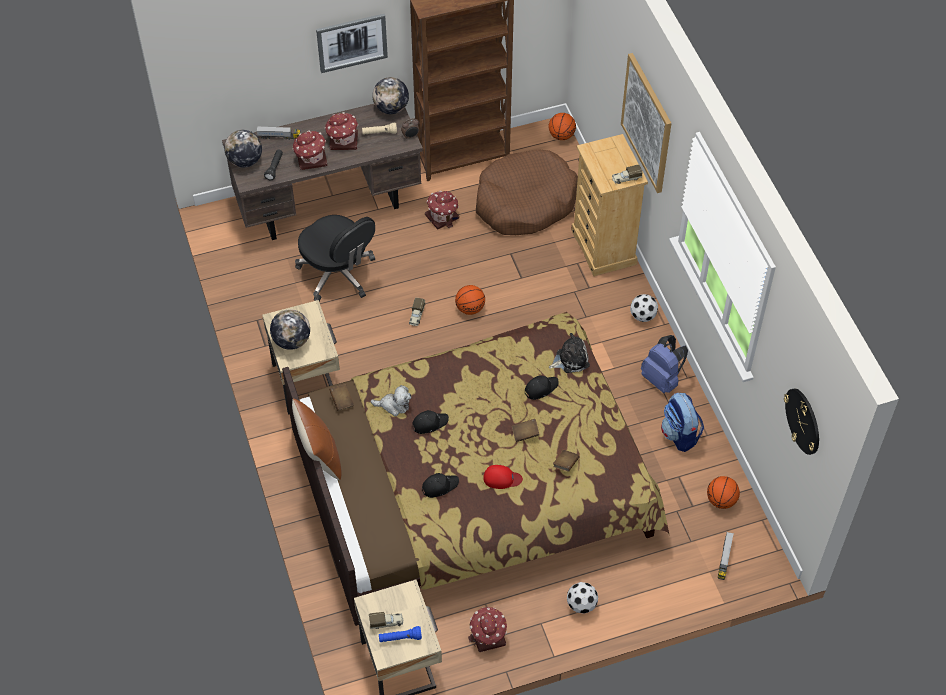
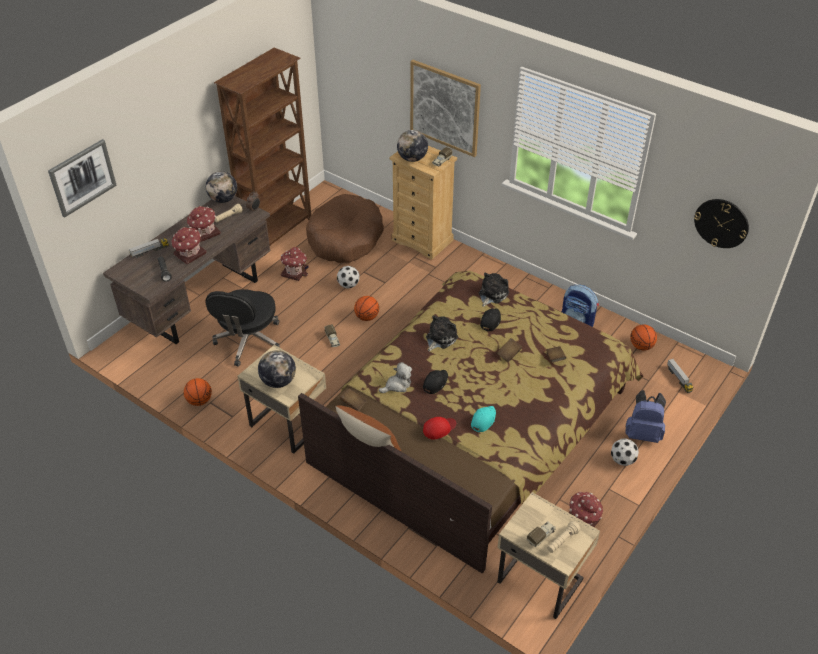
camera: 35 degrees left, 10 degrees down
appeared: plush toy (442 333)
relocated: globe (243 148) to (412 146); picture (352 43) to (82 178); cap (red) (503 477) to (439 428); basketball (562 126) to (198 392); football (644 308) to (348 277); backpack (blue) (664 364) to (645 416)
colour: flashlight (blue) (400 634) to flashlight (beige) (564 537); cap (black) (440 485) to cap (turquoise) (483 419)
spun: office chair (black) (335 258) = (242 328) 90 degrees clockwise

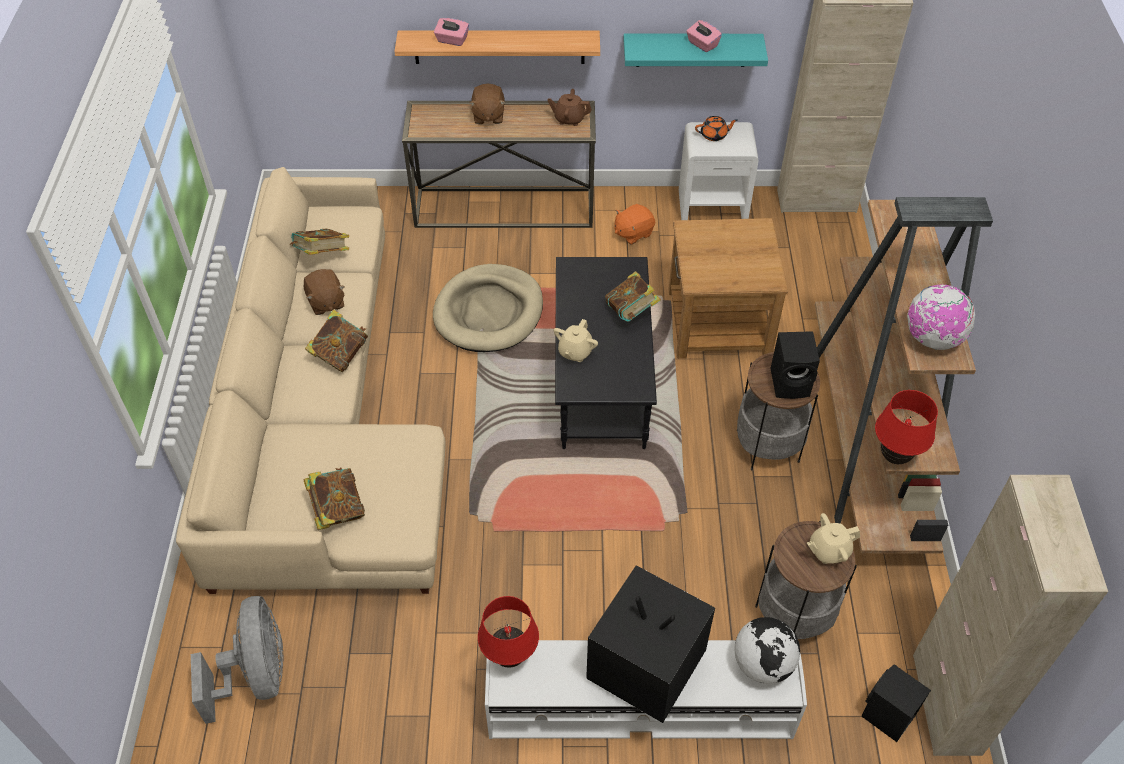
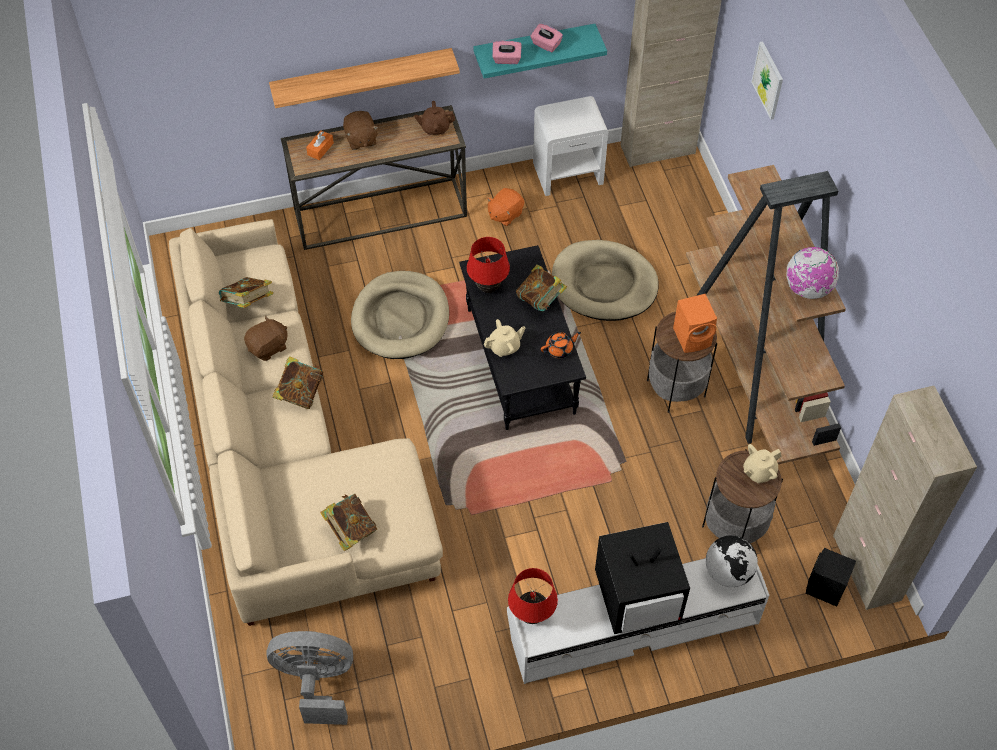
camera: 15 degrees left, 5 degrees up
appeared: tissue box (orange) (320 145); picture (767 80)
relocated: tissue box (pink) (451 32) to (507 52); teapot (orange) (716 128) to (561 345); table lamp (red) (906 427) to (488 265)
exchanged: side table (brown) (728 288) to dog bed (beige) (605 280)
colour: speaker (black) (795 365) to speaker (orange) (695 323)
spun: fan (grey) (237 660) = (310 678) 60 degrees counterclockwise; plush toy (brown) (324 292) = (266 338) 90 degrees counterclockwise; teapot (beige) (576 340) = (505 338) 120 degrees counterclockwise; television (650 644) = (642 578) 150 degrees clockwise

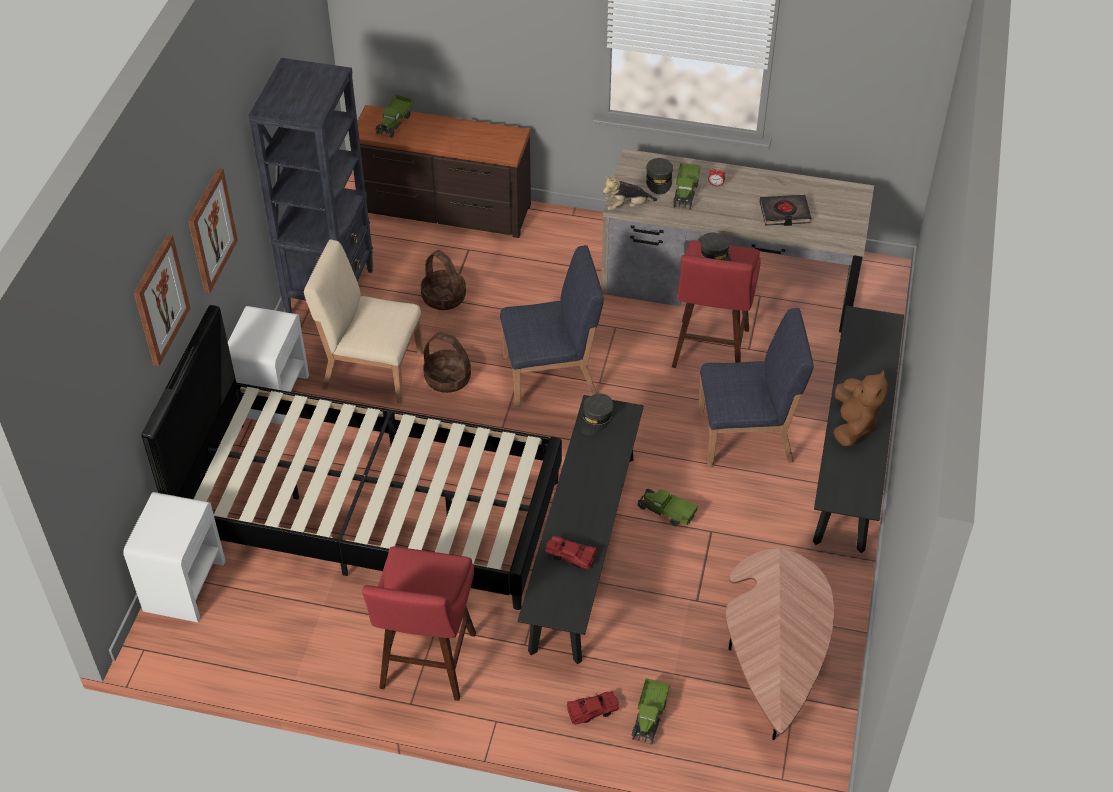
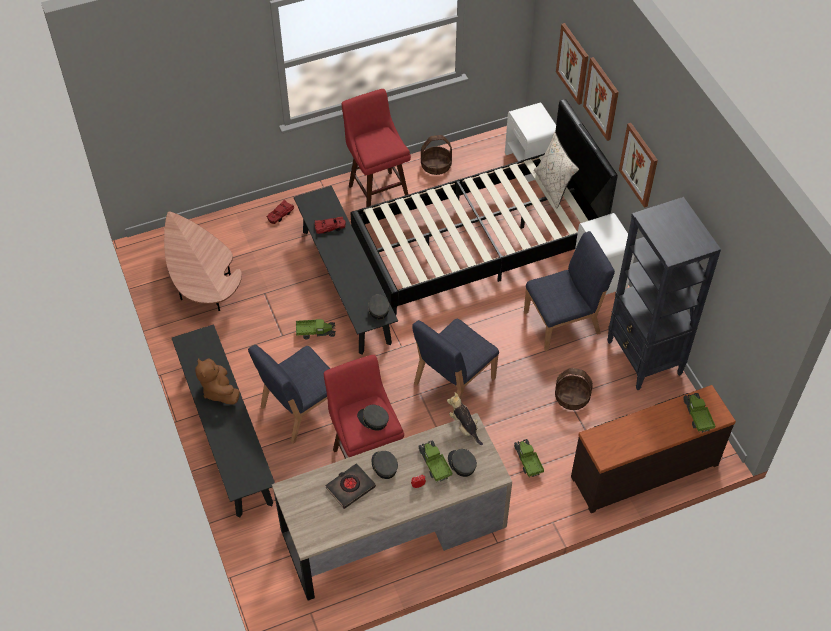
camera: 145 degrees right, 5 degrees up
appeared: cap (grey) (385 465); pillow (beige) (556 170); picture (572 64)
relocated: basket (447 362) to (436 155); toy truck (651 711) to (529 458)
colour: chair (beige) (363 321) to chair (blue) (569 291)
spun: plush toy (630 193) = (465 418) 75 degrees counterclockwise

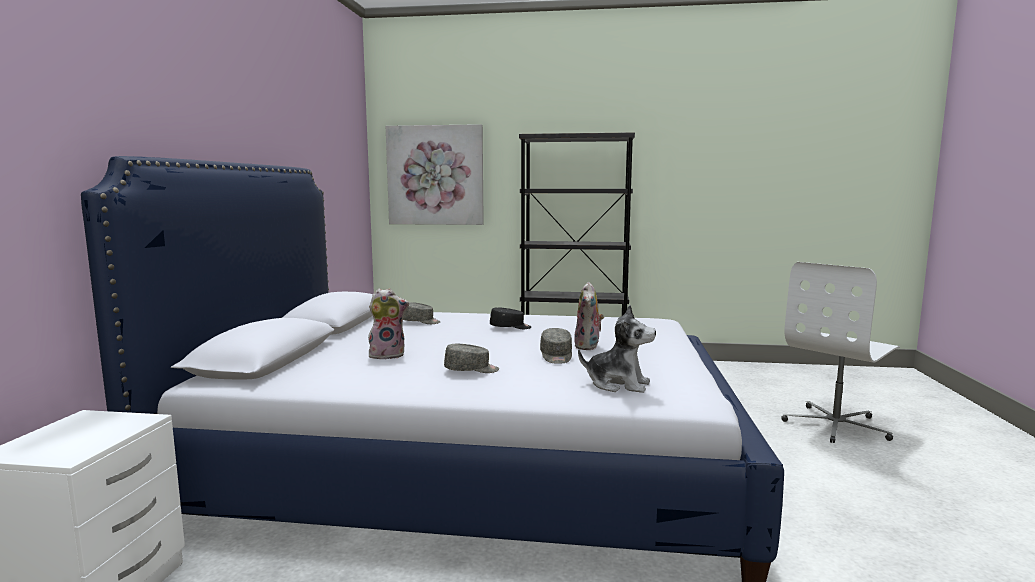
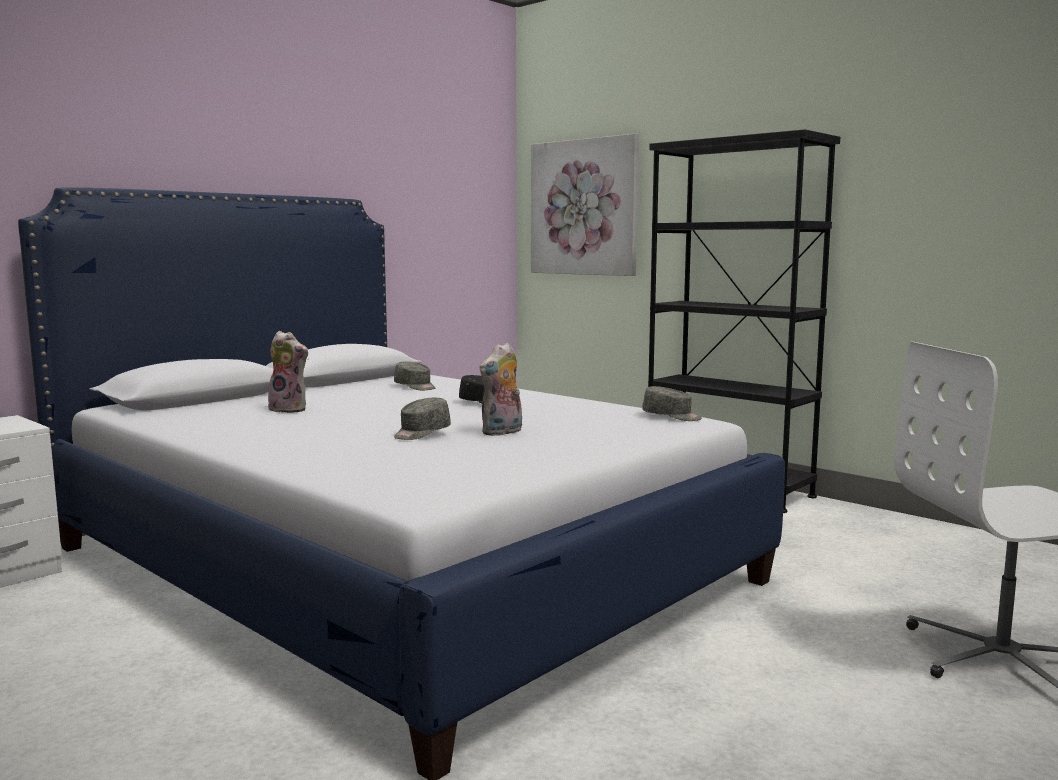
camera: 35 degrees right, 0 degrees up
missing: plush toy (617 349)
relocated: cap (grey) (471 358) to (672 403)

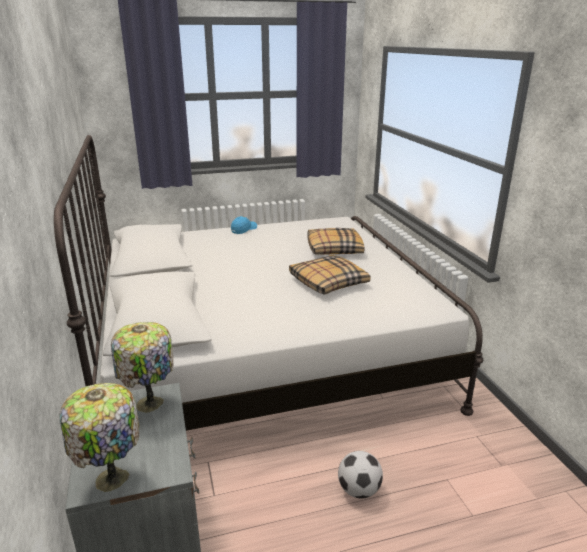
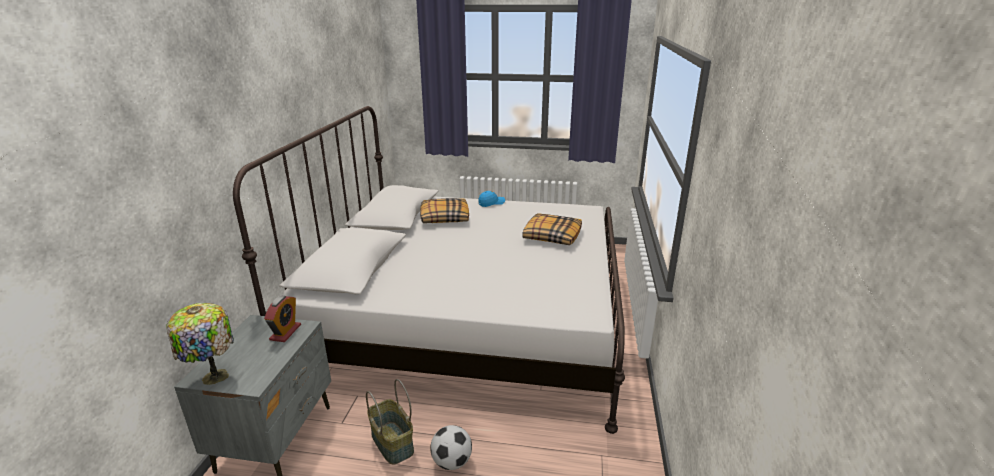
camera: 25 degrees right, 0 degrees up
appeared: basket (390 421)
relocated: pillow (330 275) to (444 210)
exchanged: table lamp (142 367) to alarm clock (282 319)

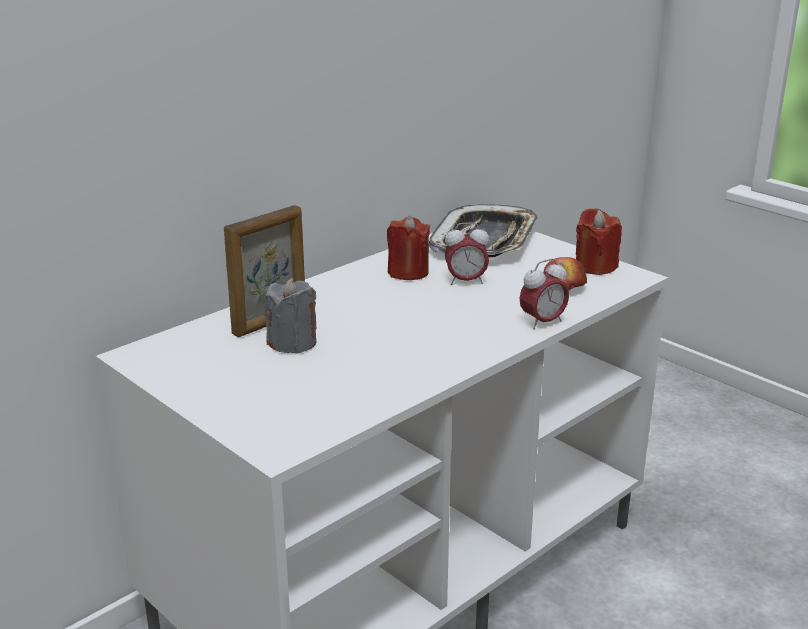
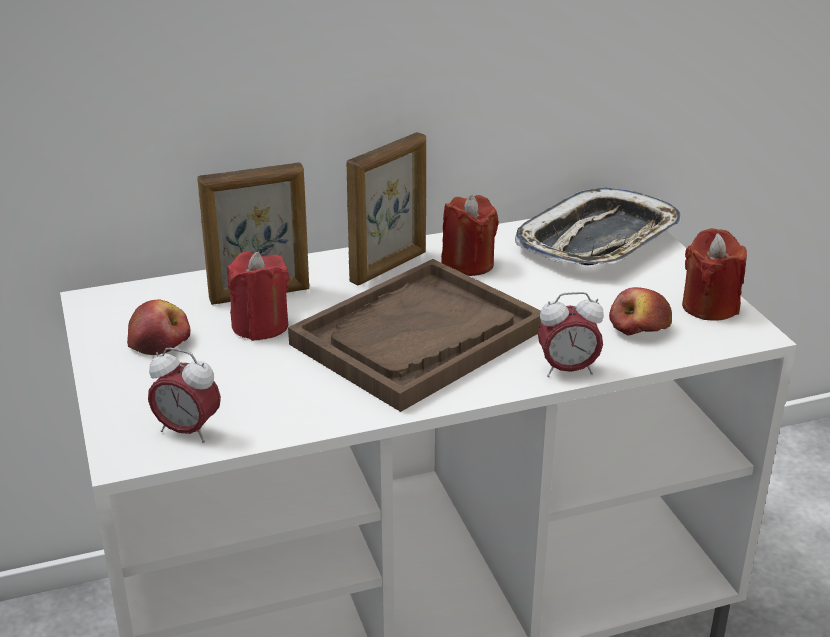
camera: 25 degrees right, 5 degrees up
appeared: apple (158 327); tray (brown) (414 335); picture frame (386 209)
relocated: alarm clock (467 254) to (184 395)
colour: candle (grey) (290 316) to candle (red) (258 296)

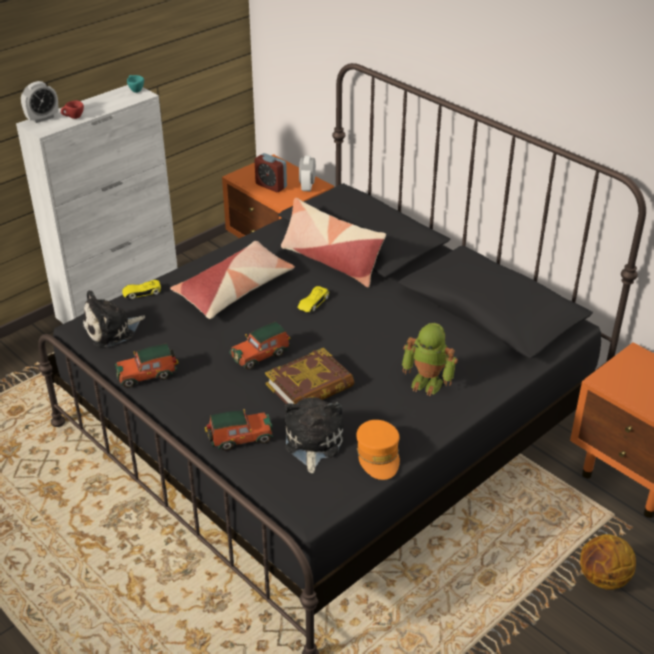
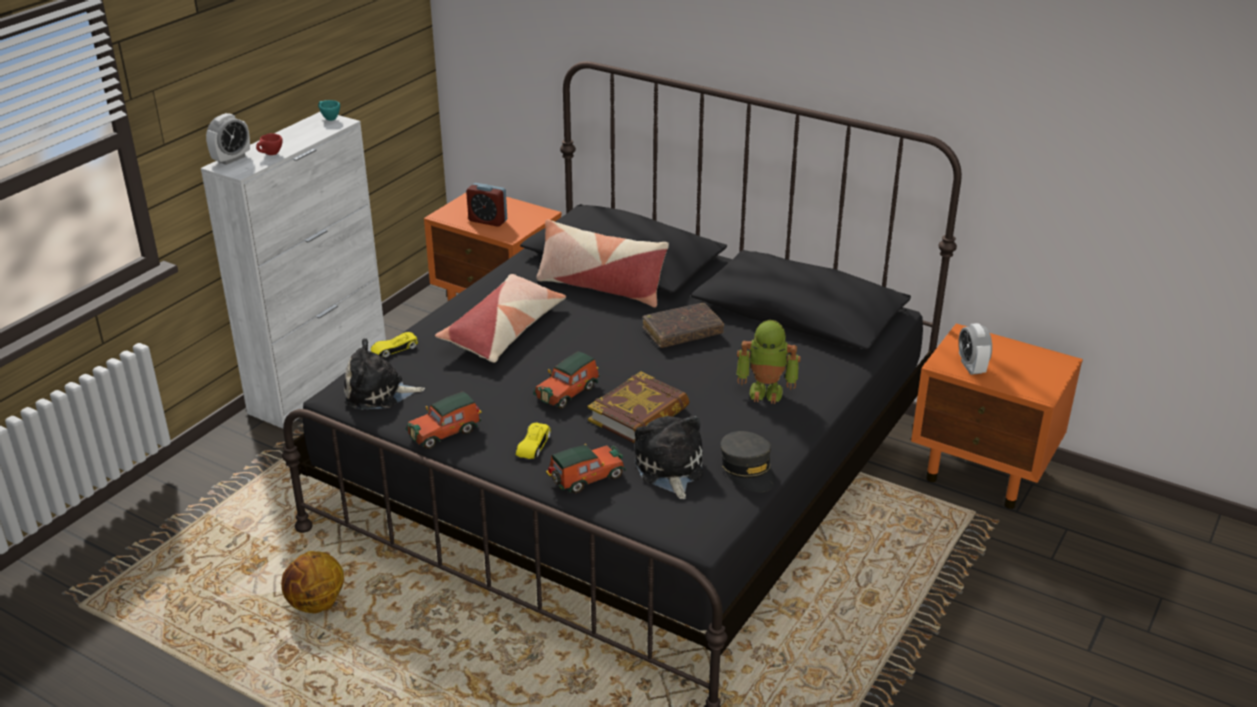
camera: 15 degrees left, 5 degrees down
appeared: book (brown) (683 325)
relocated: toy car (yellow) (313 299) to (533 441); alarm clock (307 173) to (975 349); basketball (608 562) to (312 582)
colour: cap (orange) (378 450) to cap (grey) (747 461)
spun: plush toy (113 318) = (384 374) 45 degrees clockwise

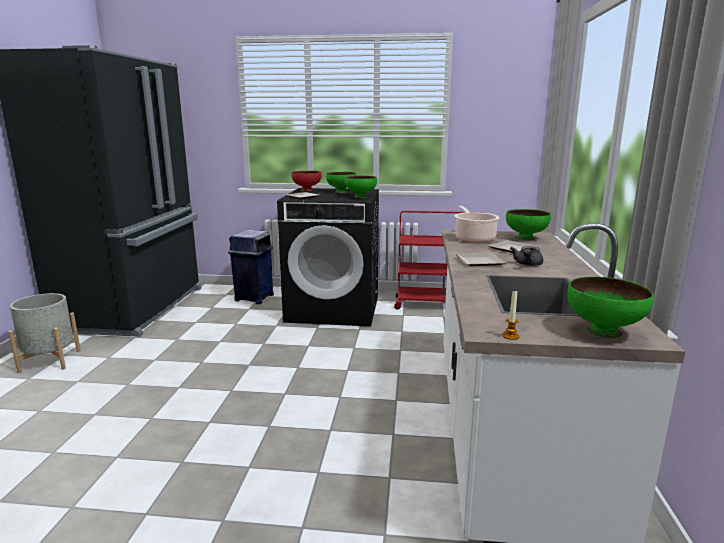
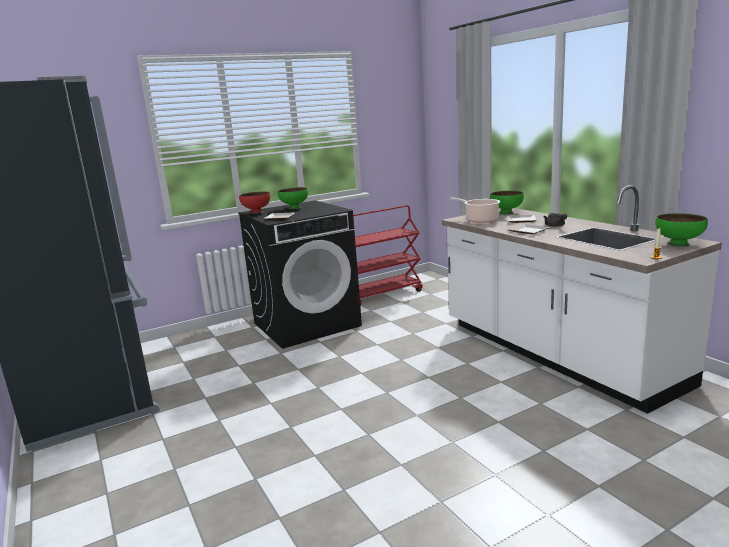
camera: 35 degrees left, 0 degrees up
missing: planter (grey) (44 333); trash can (blue) (251 267); bowl (green) (361 187)

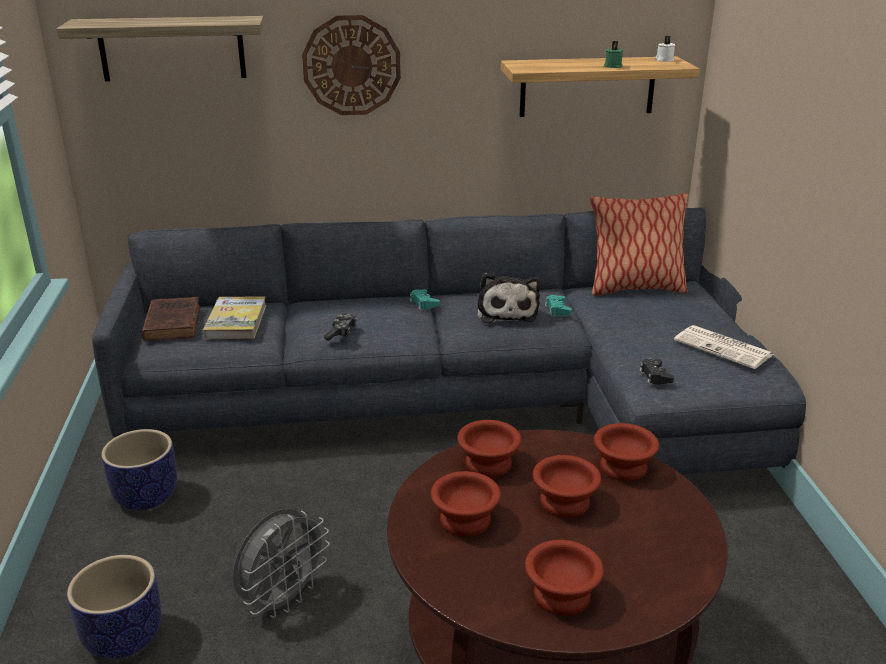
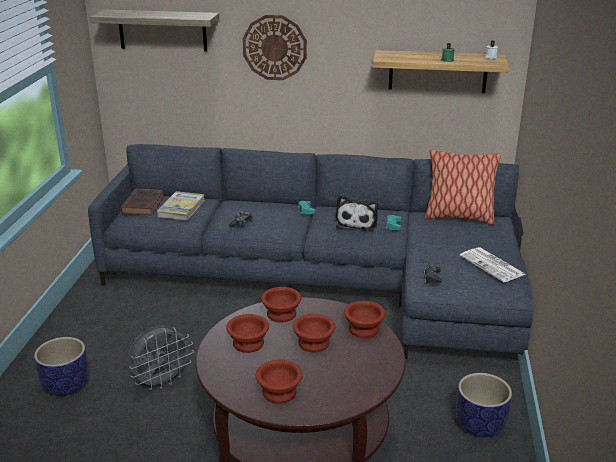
camera: 15 degrees right, 0 degrees up
relocated: planter (139 470) to (484 405)

